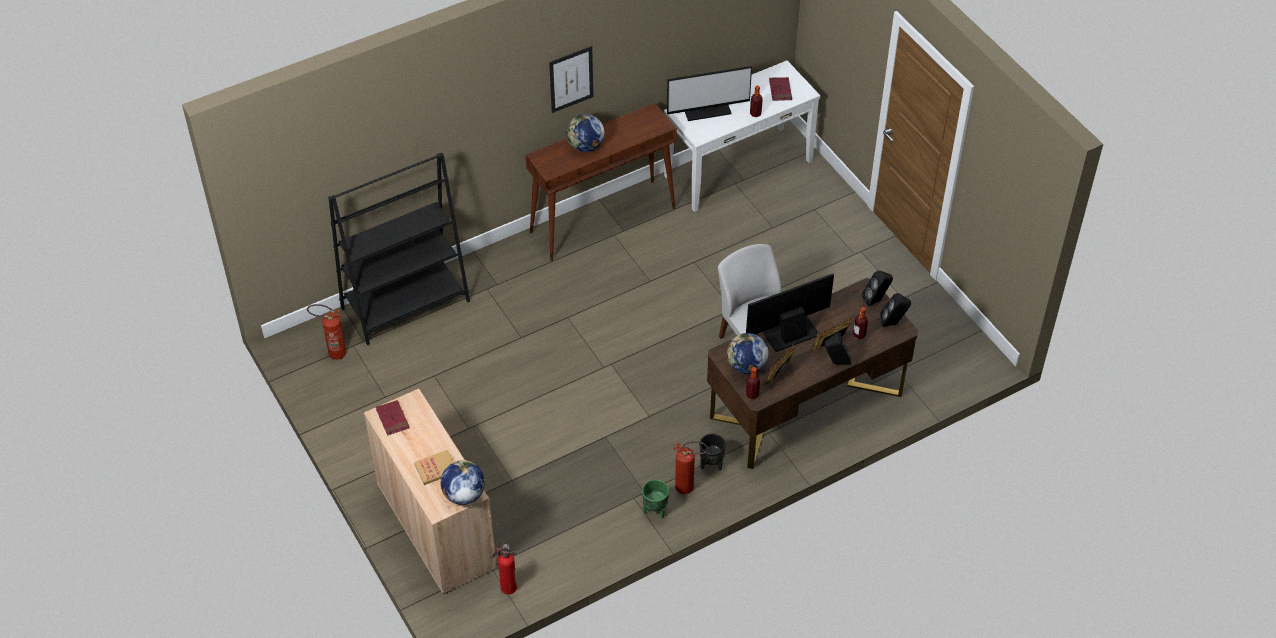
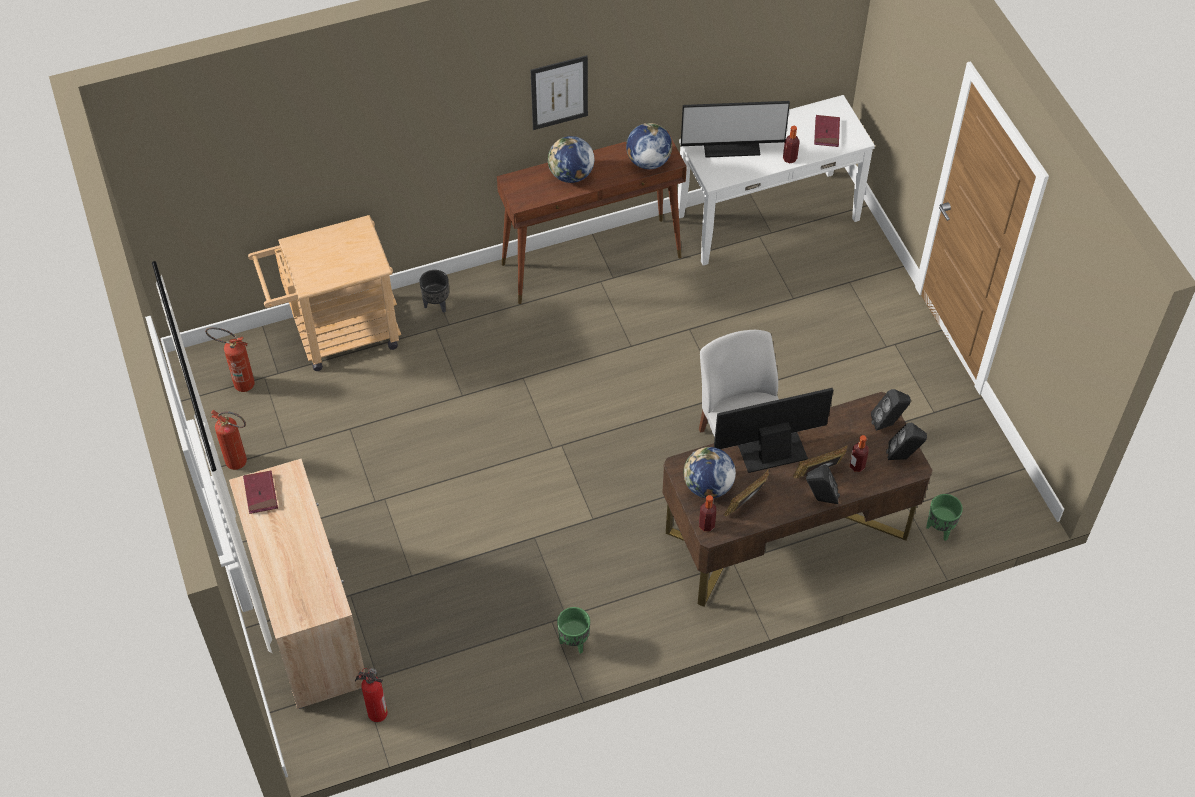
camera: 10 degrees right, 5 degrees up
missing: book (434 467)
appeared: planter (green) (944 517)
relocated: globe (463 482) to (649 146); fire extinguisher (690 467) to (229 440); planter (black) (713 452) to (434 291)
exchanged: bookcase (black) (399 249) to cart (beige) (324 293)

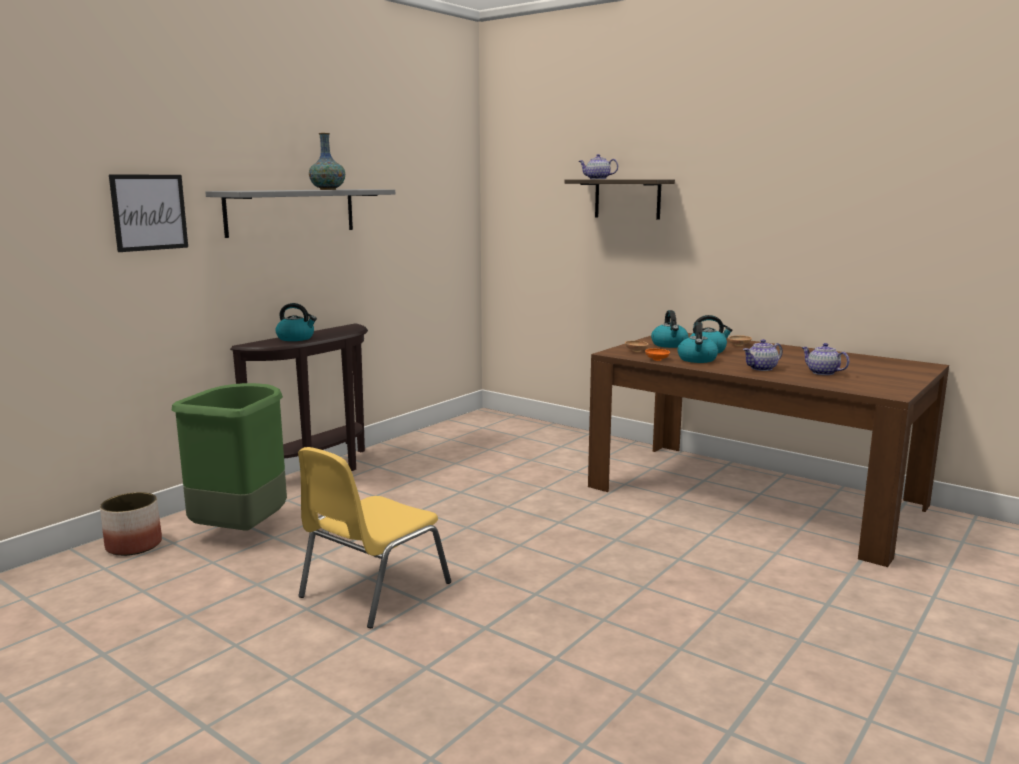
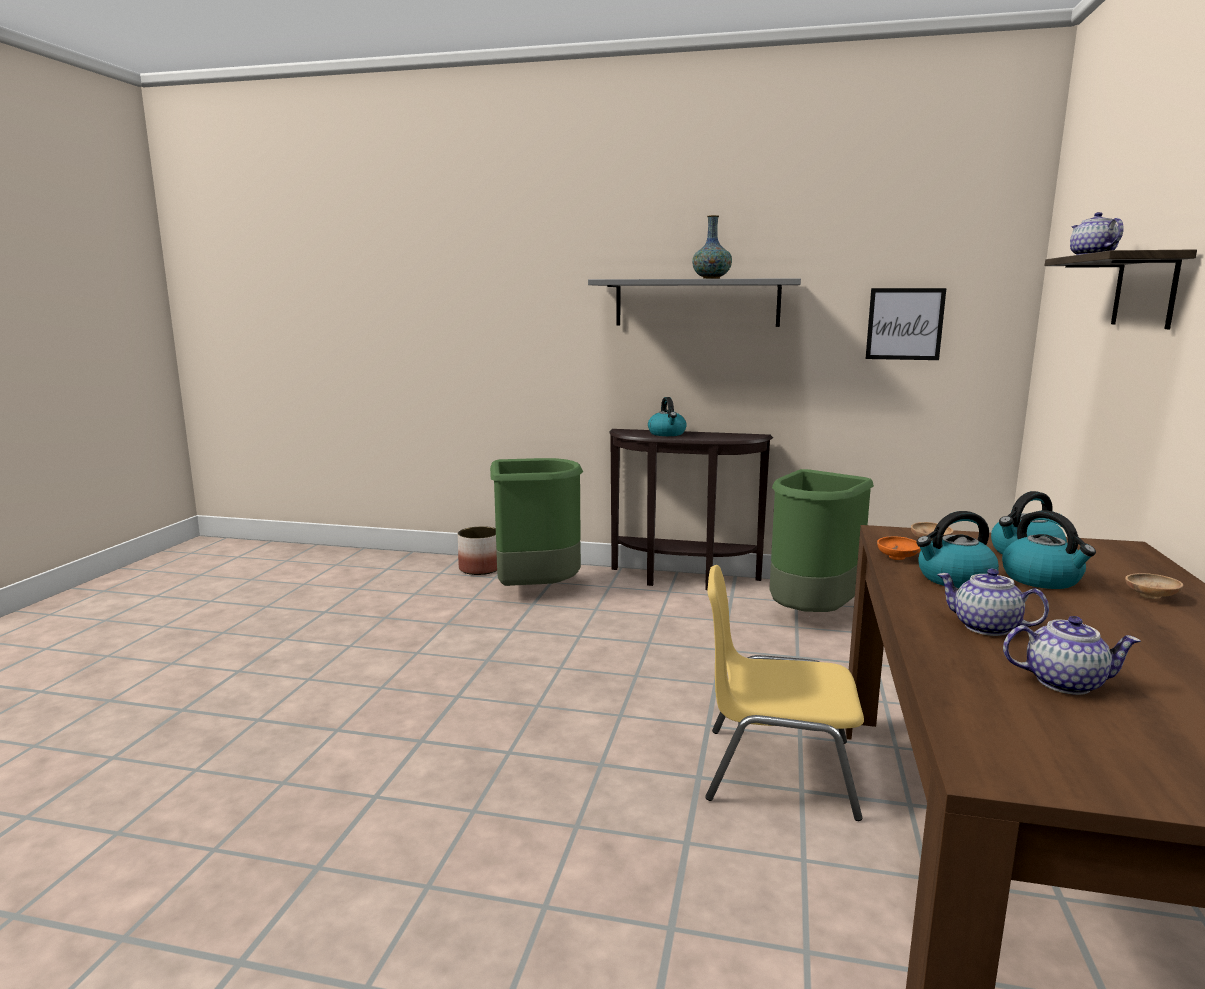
camera: 65 degrees right, 0 degrees up
appeared: trash can (green) (821 540)
relocated: picture (148 213) to (906 324); chair (yellow) (374 537) to (784 693)
spun: teapot (825 359) = (1072 655) 75 degrees clockwise

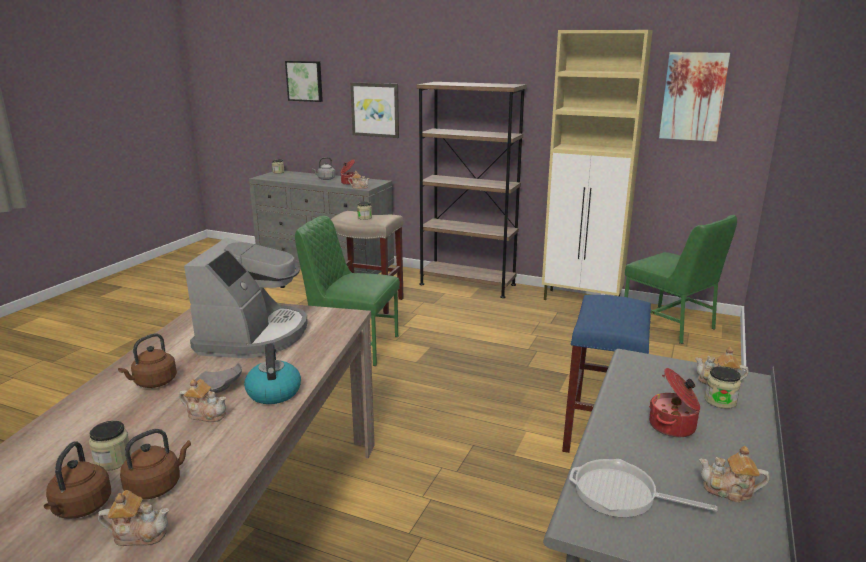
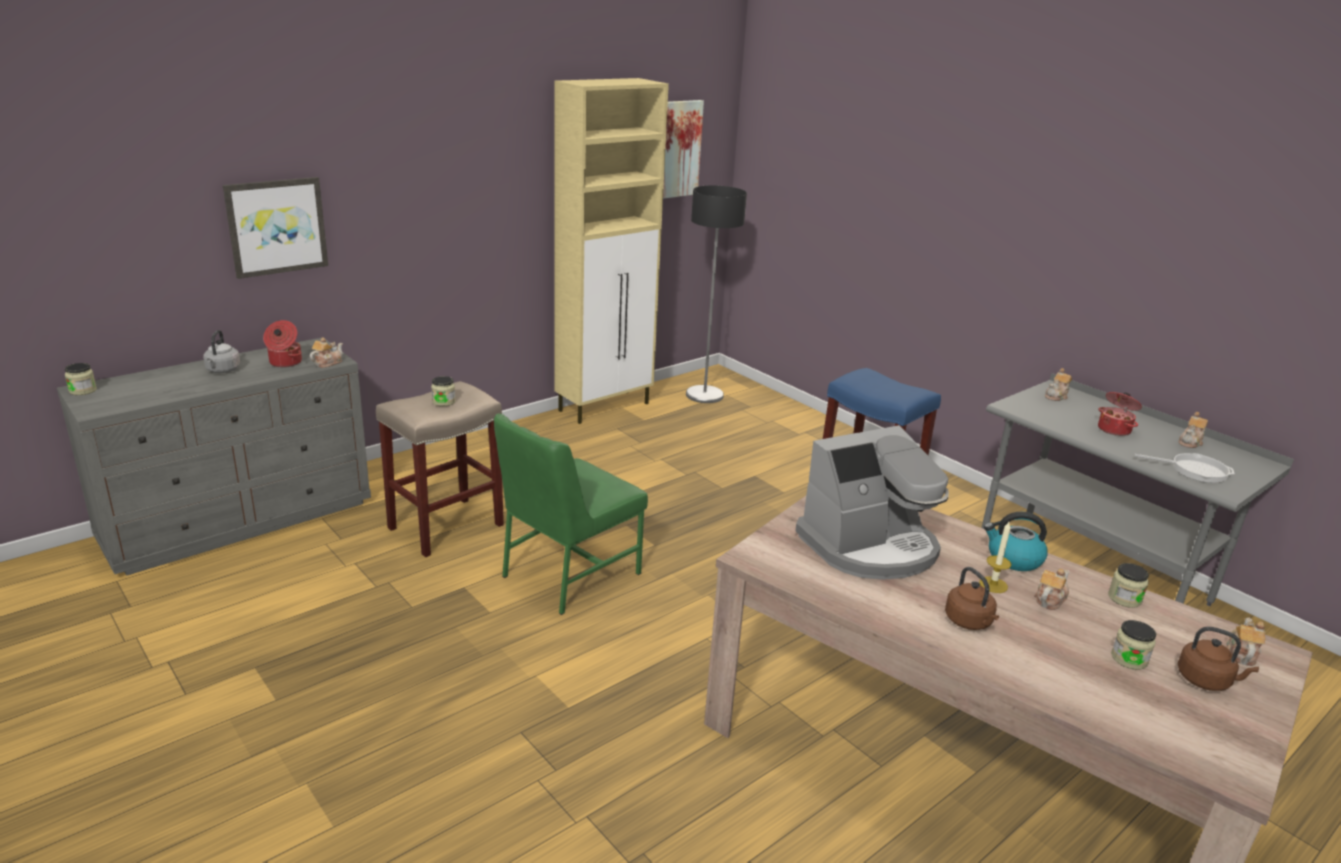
camera: 65 degrees left, 5 degrees up
missing: kettle (brown) (155 464); picture (304 81); bookcase (brown) (471 190)
relocated: jar (722 387) to (1128 585)
exchanged: plate (grey) (218 378) to candle (995 557); chair (green) (680 279) to floor lamp (716 294)
spun: coffee machine (246 298) = (872 502) 120 degrees clockwise; frying pan (643 488) = (1184 468) 120 degrees counterclockwise

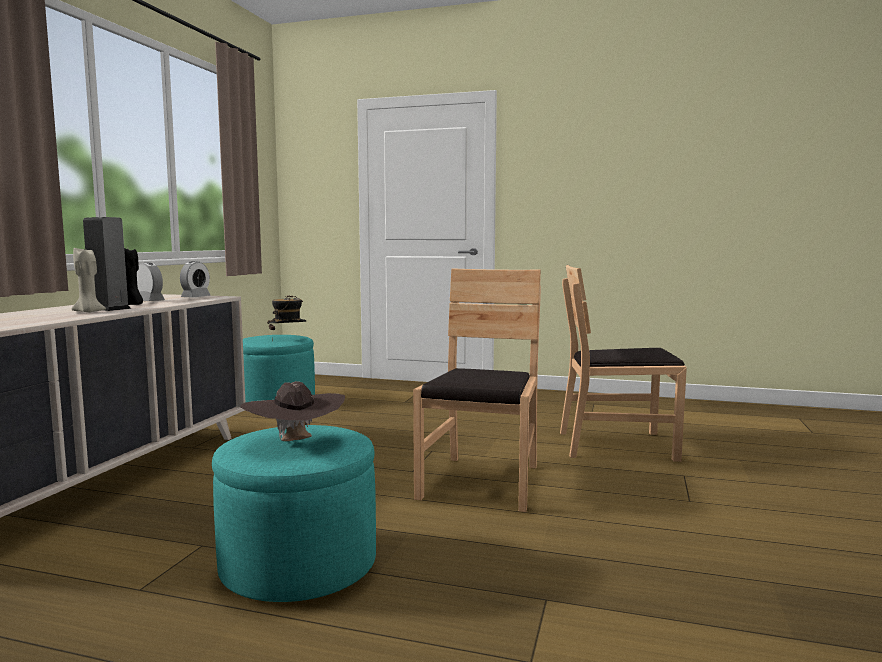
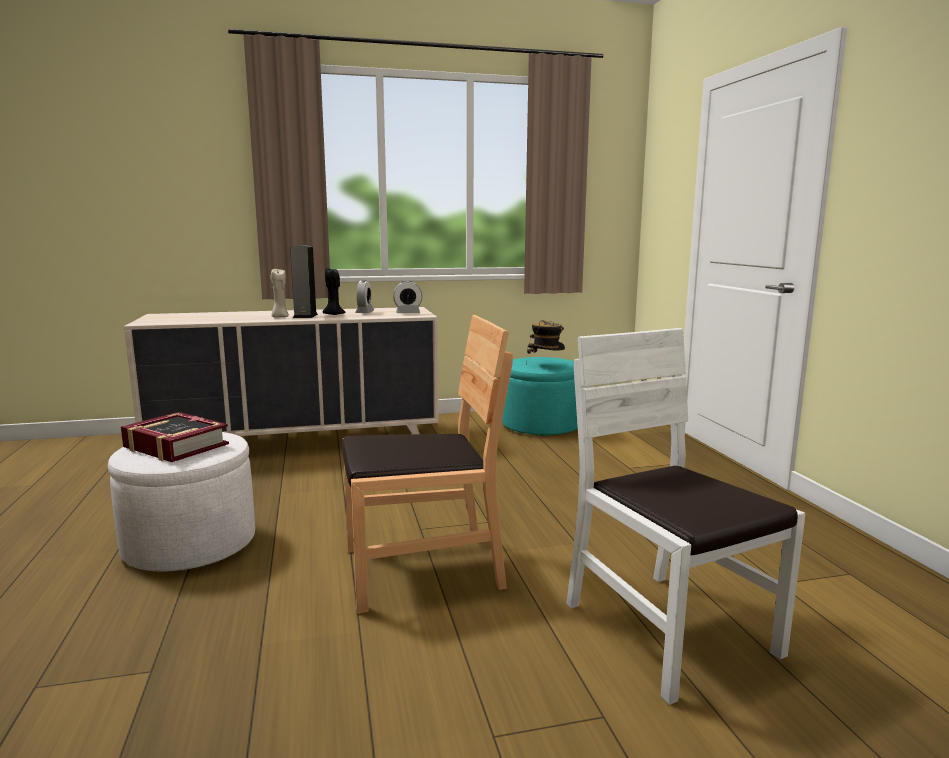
camera: 60 degrees right, 5 degrees up
exchanged: hat (brown) (292 411) to book (175 437)
colour: ottoman (turquoise) (294 513) to ottoman (white) (181 502); chair (brown) (623 363) to chair (white) (686 516)

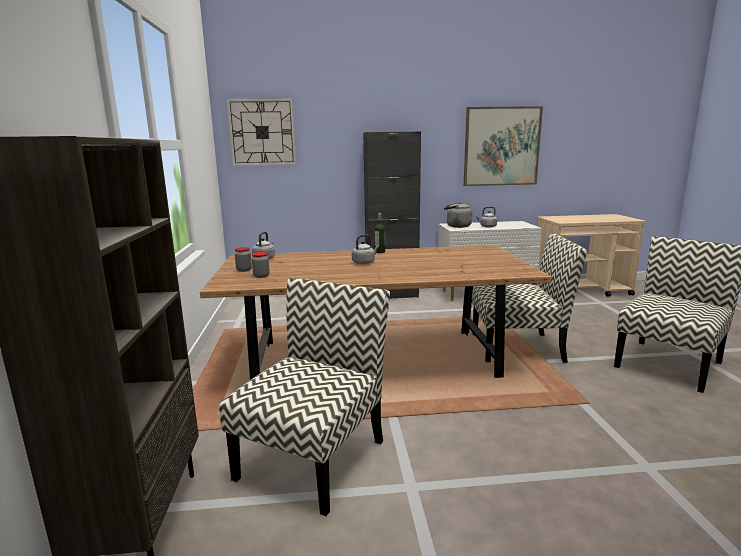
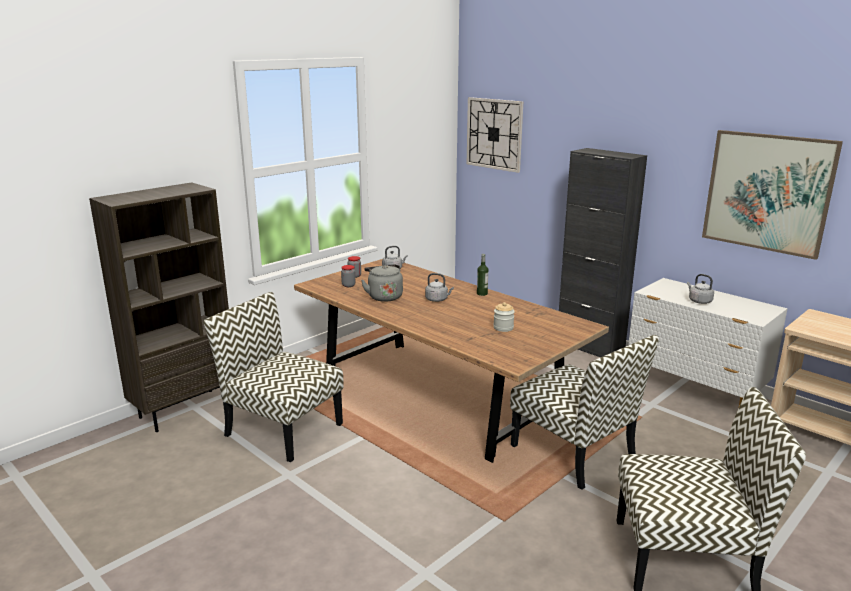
camera: 50 degrees right, 5 degrees up
appeared: jar (504 317)
relocated: kettle (grey) (458 215) to (382 283)
spun: chair (304 397) = (273 377) 135 degrees counterclockwise

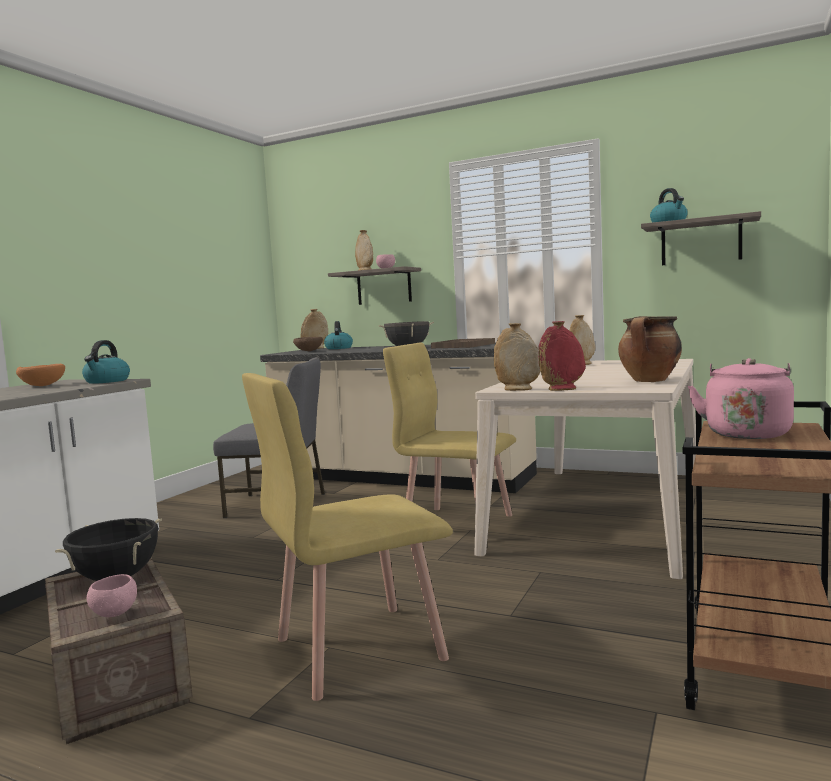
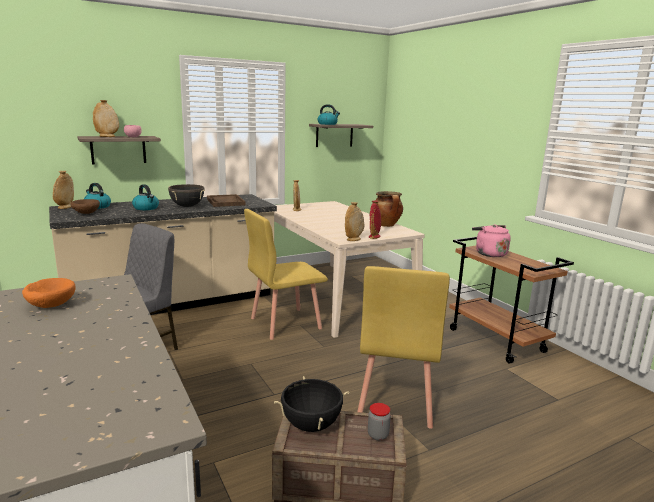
camera: 55 degrees left, 10 degrees up
relocated: kettle (106 362) to (145 197)
exchanged: bowl (pink) (112 595) to jar (379 421)

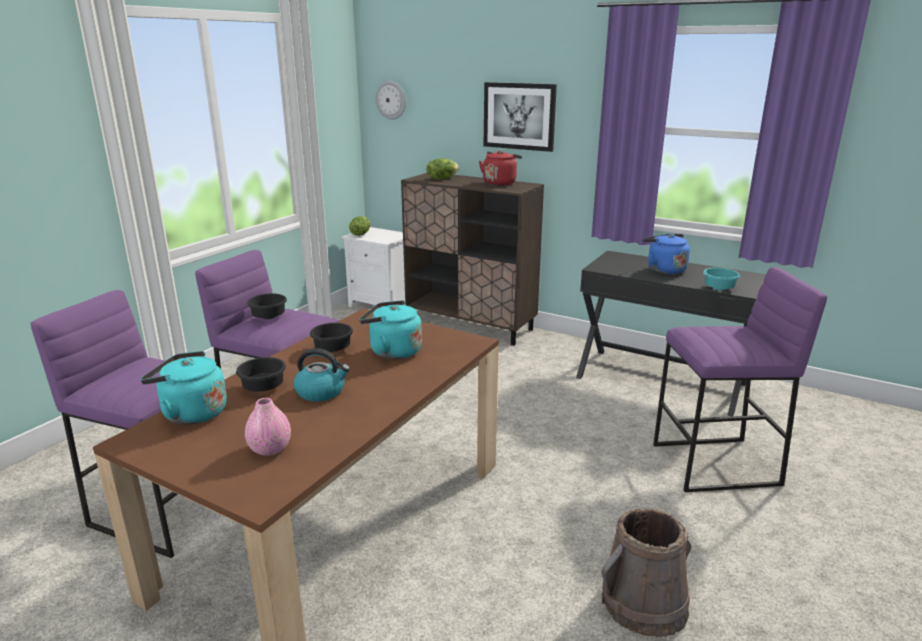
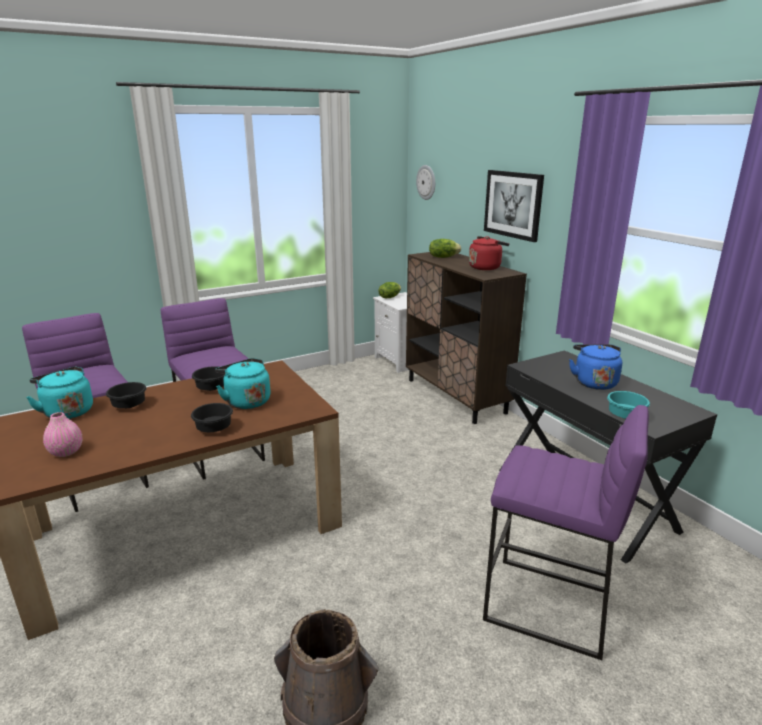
camera: 30 degrees right, 0 degrees up
missing: kettle (322 375)
relocated: bowl (black) (267 306) to (212 417)

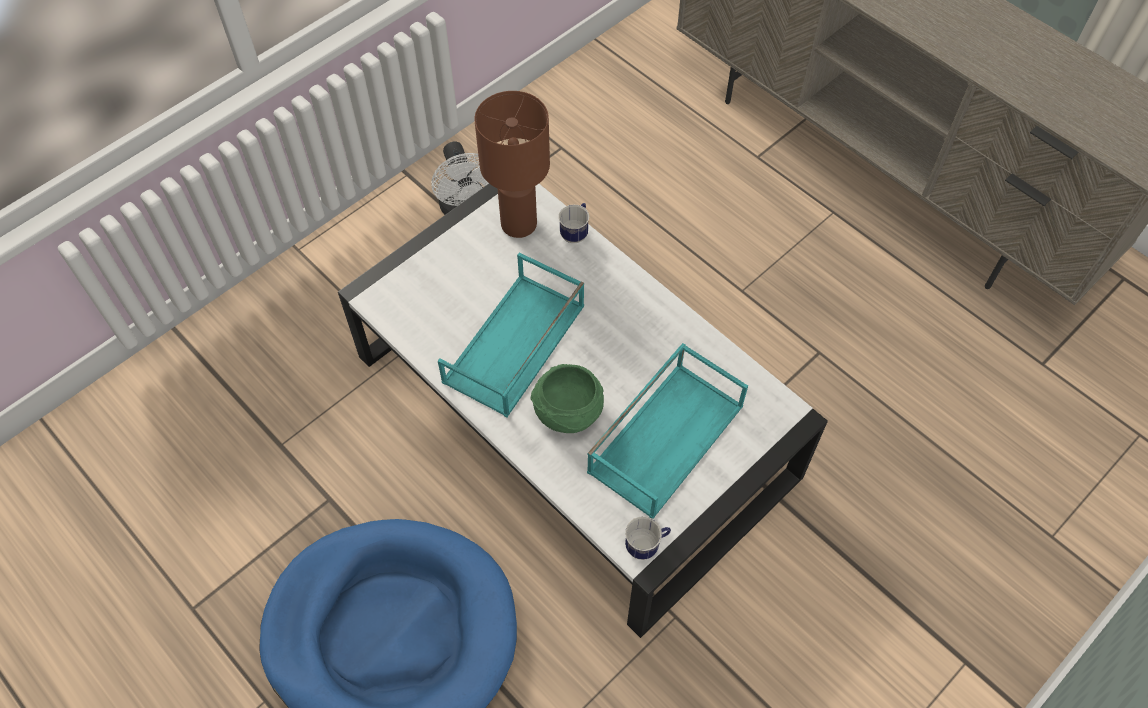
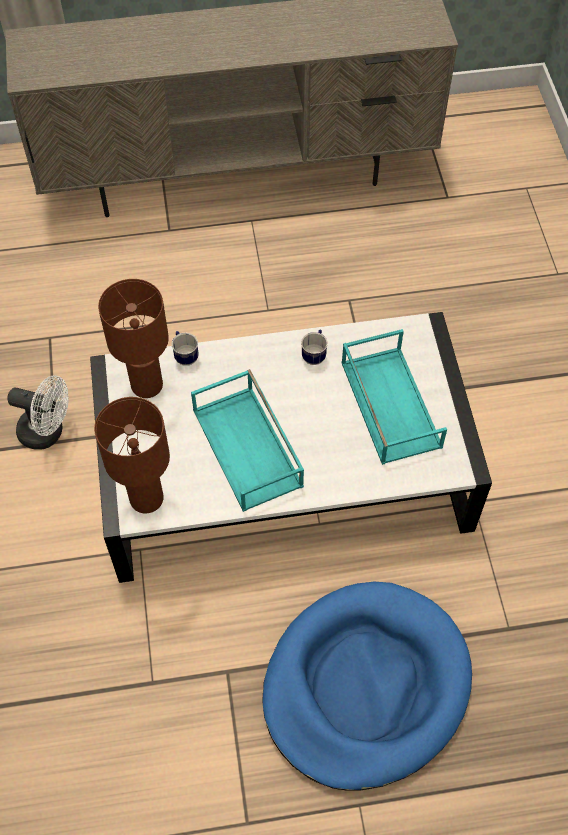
camera: 55 degrees left, 0 degrees up
missing: bowl (green) (567 398)
appeared: table lamp (brown) (132 455)
relocated: mug (648 538) to (314 347)

